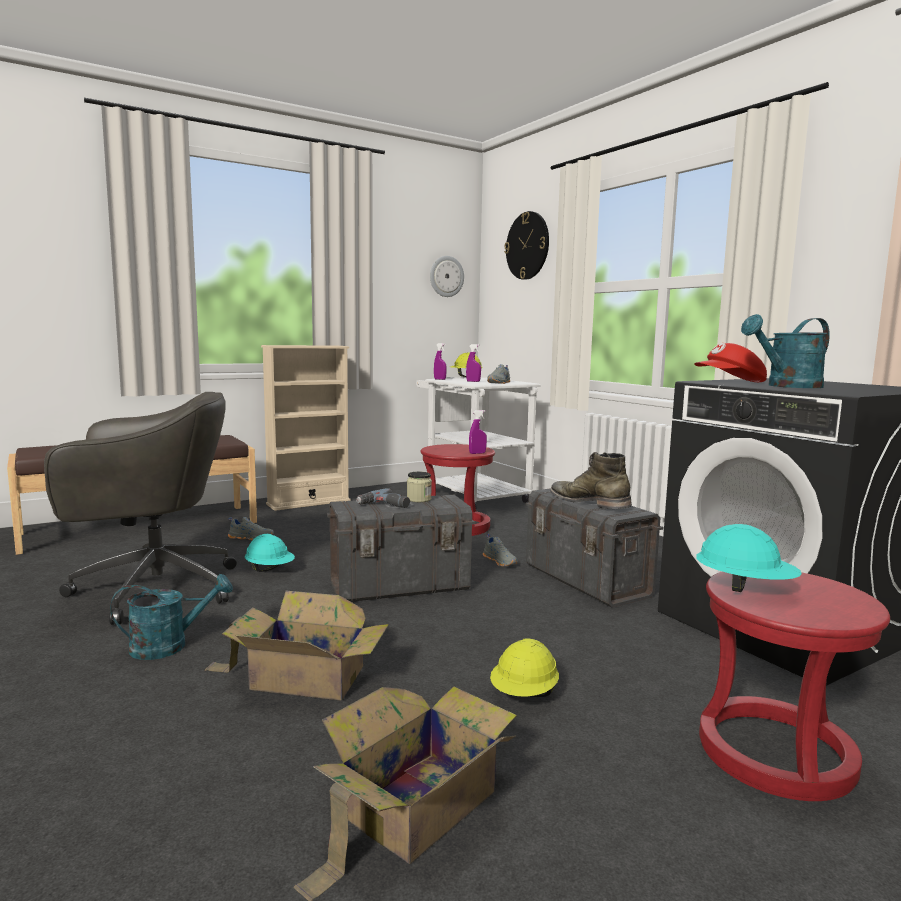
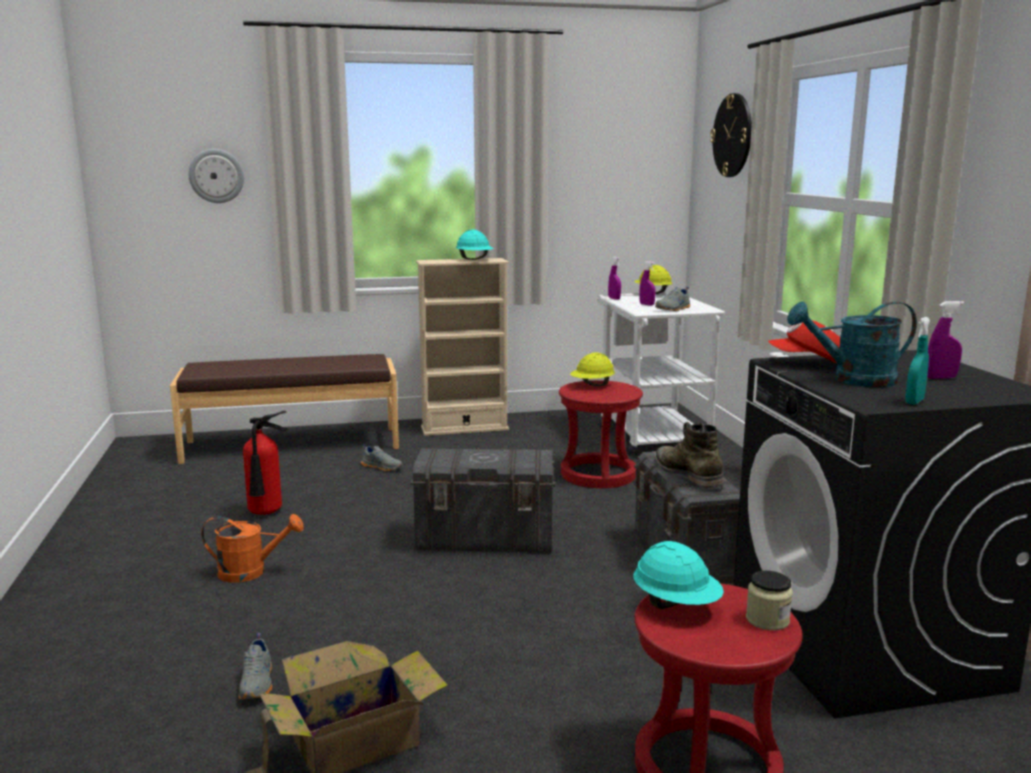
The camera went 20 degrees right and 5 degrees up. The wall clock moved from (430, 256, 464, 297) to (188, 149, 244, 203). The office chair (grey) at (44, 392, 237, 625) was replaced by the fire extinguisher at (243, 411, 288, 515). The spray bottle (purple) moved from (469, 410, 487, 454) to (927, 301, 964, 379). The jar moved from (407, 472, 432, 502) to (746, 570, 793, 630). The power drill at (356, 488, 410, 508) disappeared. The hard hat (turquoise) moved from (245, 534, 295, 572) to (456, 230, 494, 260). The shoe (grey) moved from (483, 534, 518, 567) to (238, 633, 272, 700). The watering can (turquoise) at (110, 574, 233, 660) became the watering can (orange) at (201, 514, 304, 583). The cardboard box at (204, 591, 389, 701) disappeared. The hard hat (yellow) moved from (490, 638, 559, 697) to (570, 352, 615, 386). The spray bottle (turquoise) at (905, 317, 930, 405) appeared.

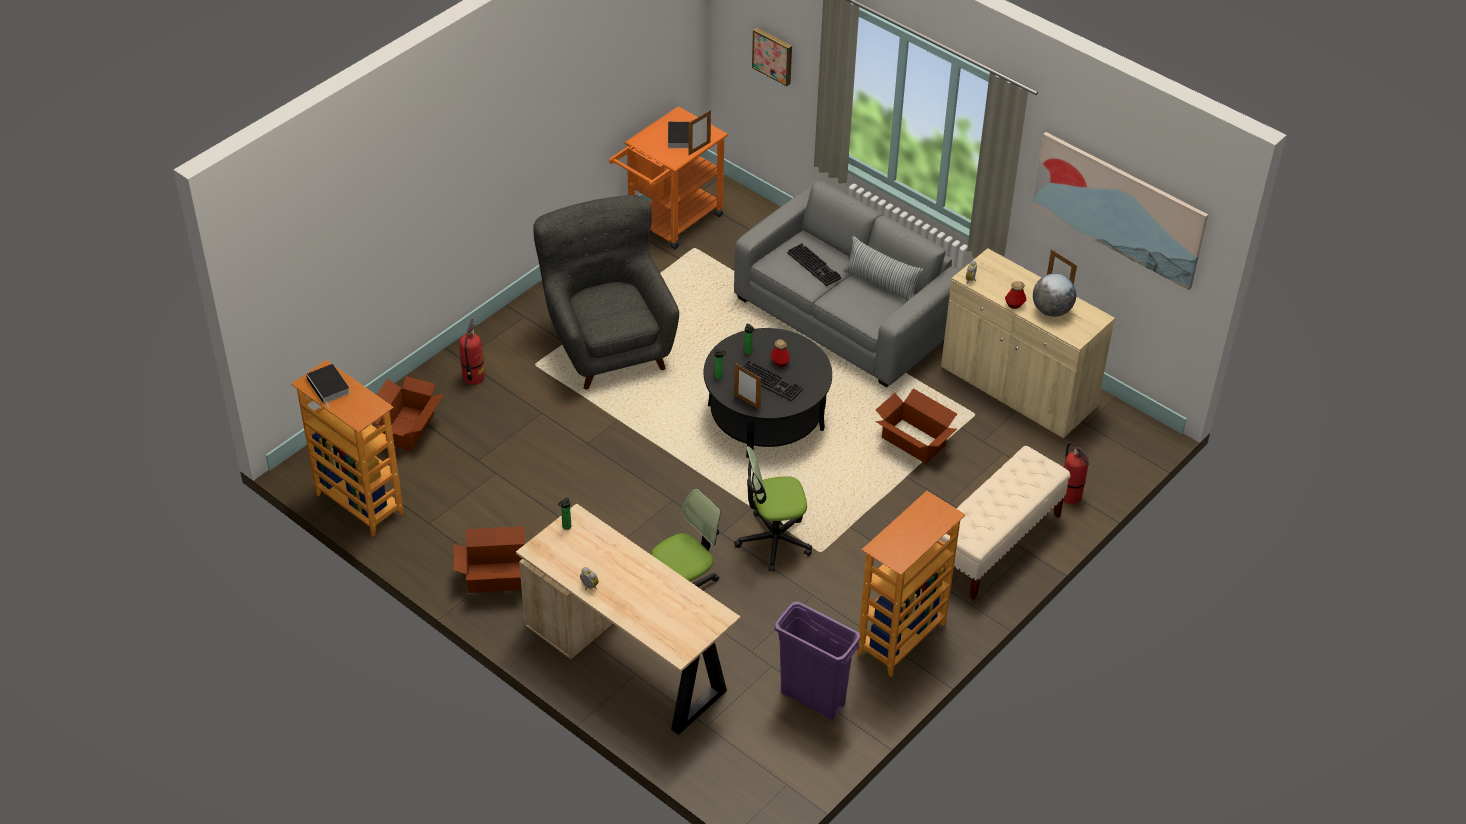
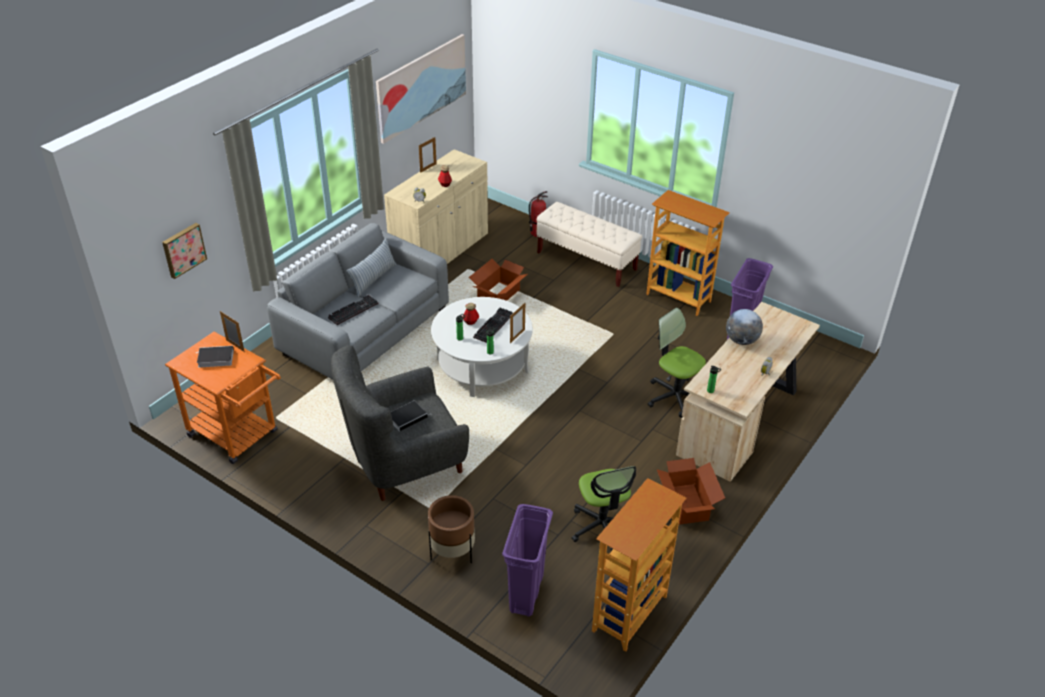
The camera went 95 degrees left and 5 degrees down. The globe moved from (1033, 273, 1076, 317) to (726, 309, 763, 345). The fire extinguisher at (459, 319, 485, 385) was replaced by the planter (brown) at (428, 495, 475, 564). The coffee table (black) at (704, 328, 832, 458) became the coffee table (white) at (431, 297, 533, 397). The book moved from (306, 364, 350, 408) to (391, 401, 432, 431). The cardboard box at (374, 376, 444, 451) was replaced by the trash can (purple) at (502, 504, 553, 617). The office chair moved from (734, 446, 812, 572) to (572, 466, 636, 551).

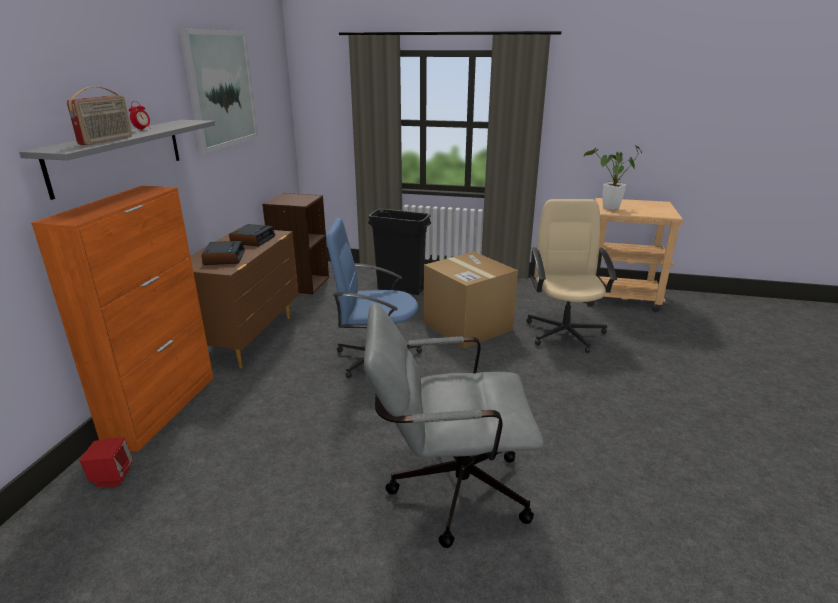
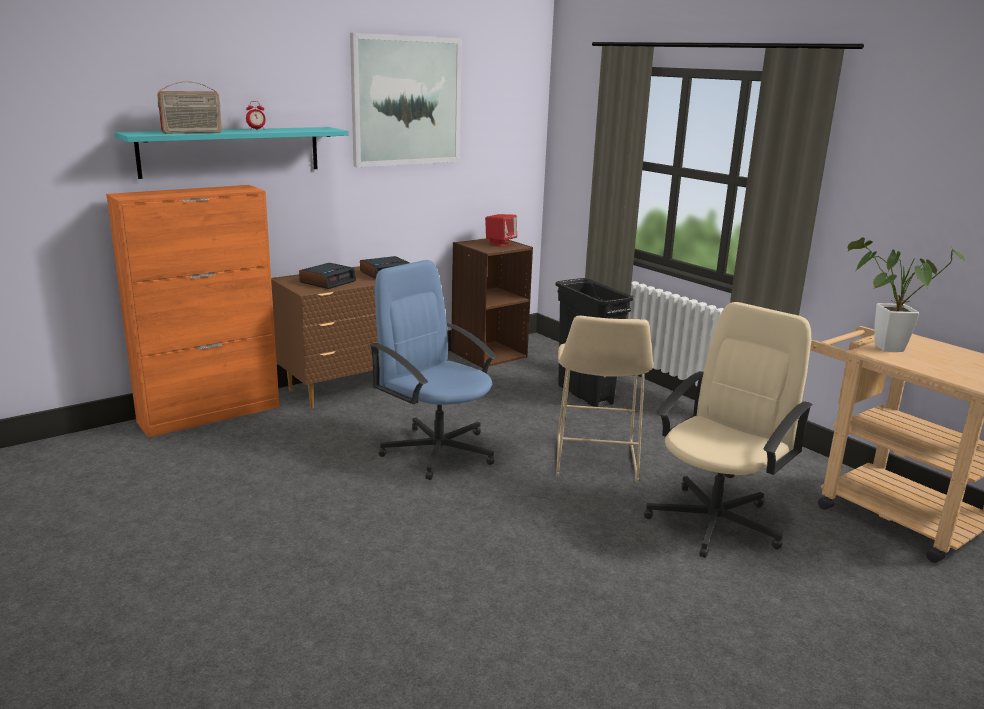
The camera went 40 degrees right and 5 degrees down. The shelf (grey) at (19, 120, 215, 200) became the shelf (turquoise) at (114, 127, 349, 179). The cardboard box at (424, 252, 518, 348) was replaced by the stool (beige) at (556, 316, 653, 483). The office chair (grey) at (364, 303, 544, 548) disappeared. The speaker (red) moved from (79, 437, 133, 487) to (485, 214, 517, 247).

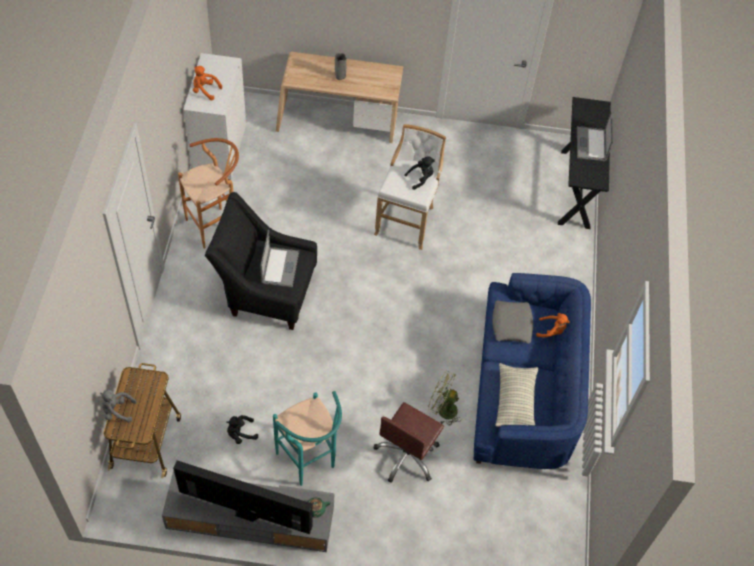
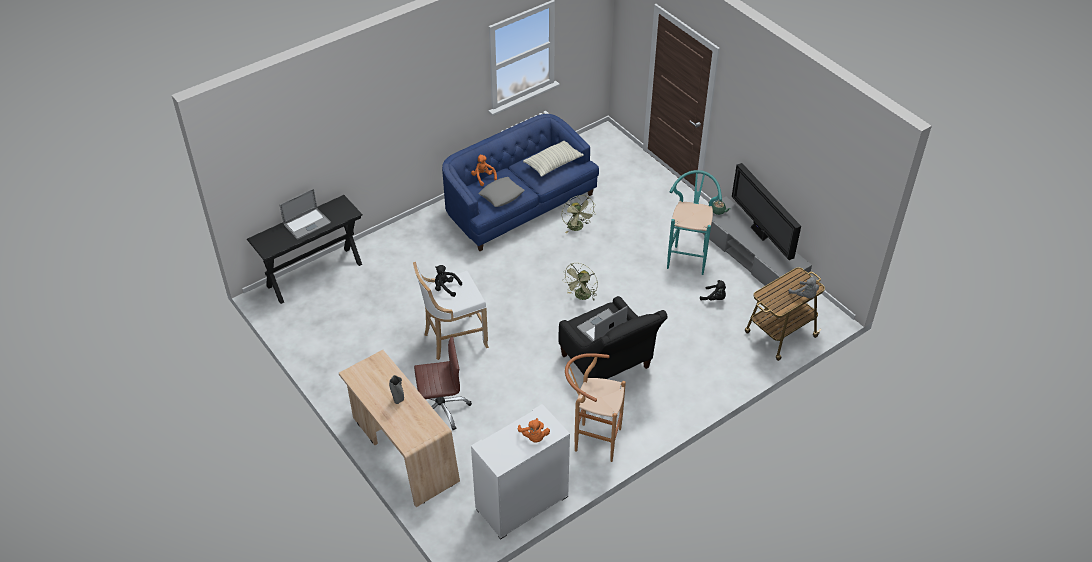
The camera went 130 degrees left and 10 degrees down. The office chair (brown) moved from (374, 402, 444, 483) to (414, 337, 472, 430). The fan (green) at (562, 263, 598, 301) appeared.

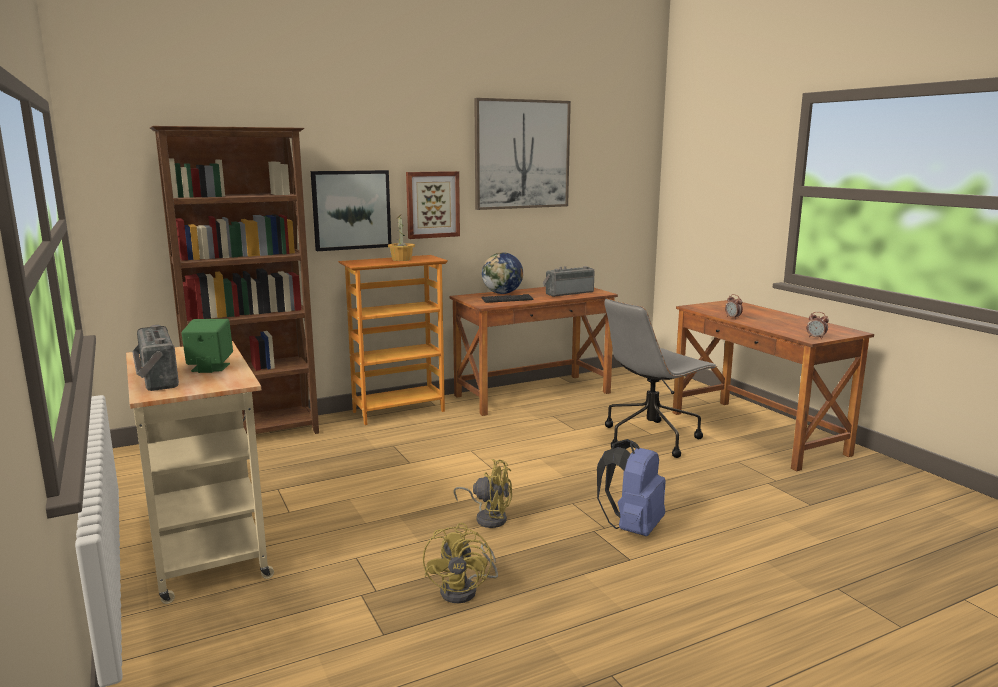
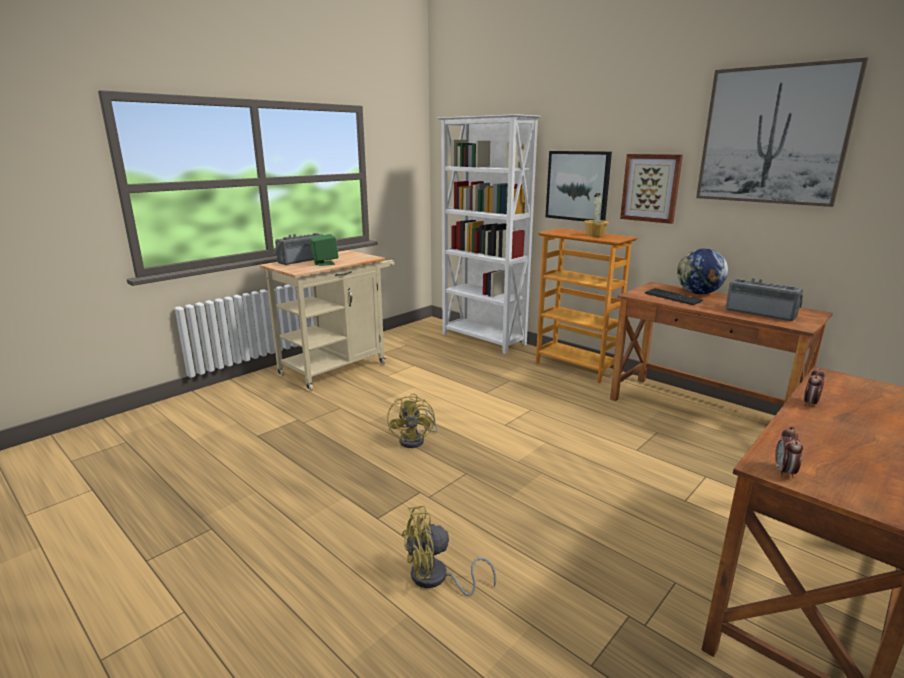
The camera went 70 degrees right and 5 degrees up. The bookcase (brown) at (150, 126, 319, 434) became the bookcase (white) at (437, 114, 541, 354). The office chair (grey) at (604, 298, 717, 458) disappeared. The backpack (blue) at (597, 439, 666, 536) disappeared. The fan (yellow) moved from (423, 523, 498, 603) to (402, 506, 496, 596).

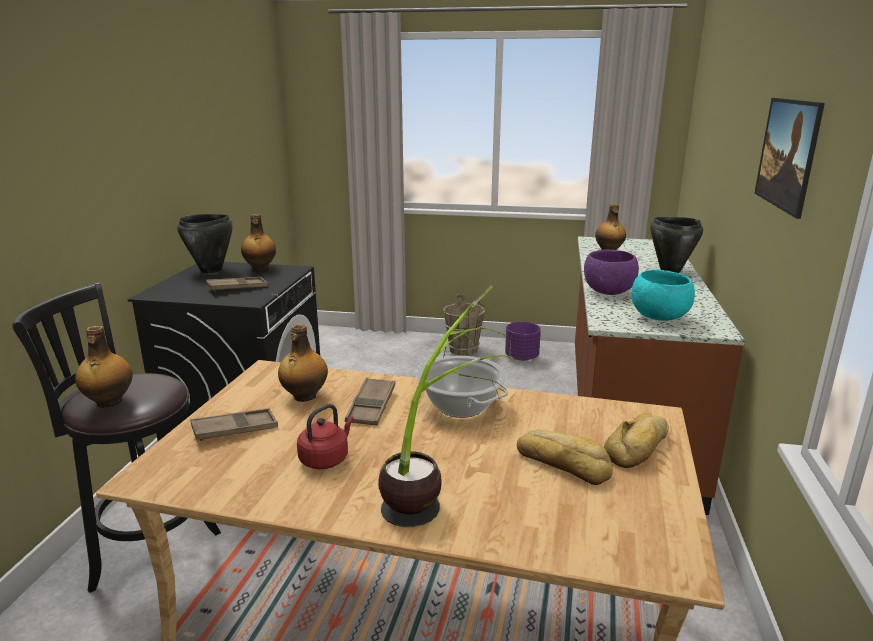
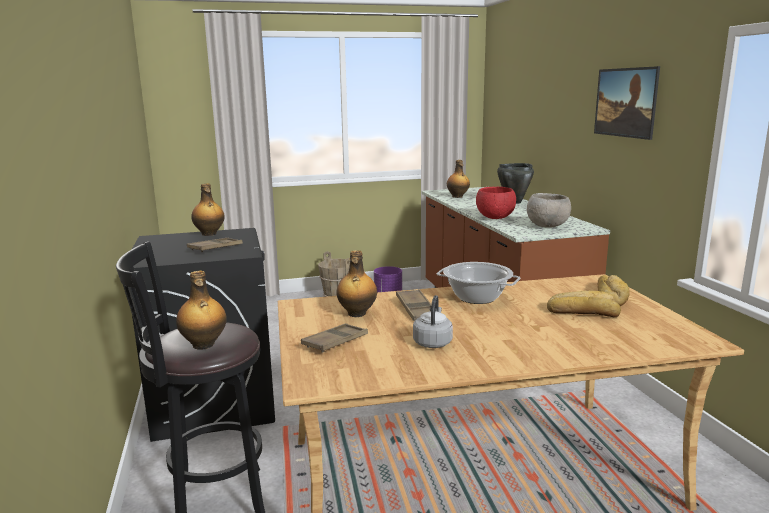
The camera went 25 degrees left and 5 degrees down. The cooking pot (black) at (177, 214, 233, 273) disappeared. The bowl (purple) at (584, 249, 639, 295) became the bowl (red) at (476, 187, 516, 219). The bowl (turquoise) at (631, 269, 695, 321) became the bowl (grey) at (527, 193, 571, 227). The potted plant at (378, 286, 513, 527) disappeared. The kettle (red) at (297, 404, 354, 469) became the kettle (grey) at (413, 295, 453, 348).

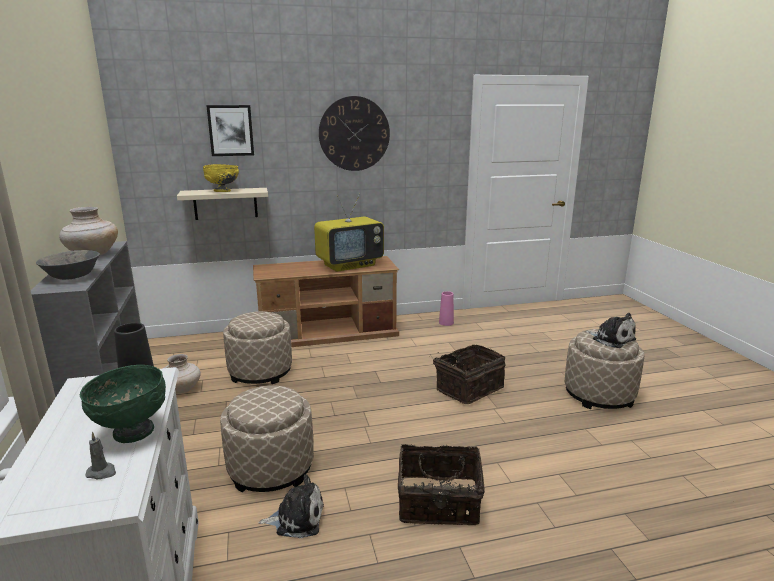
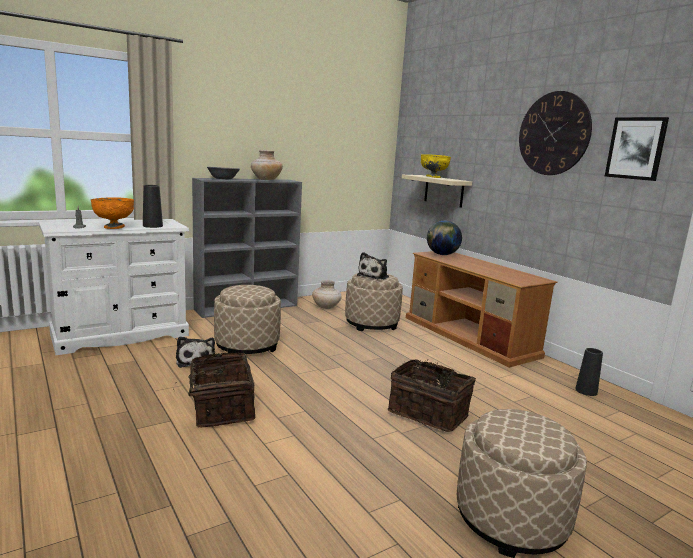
The camera went 70 degrees right and 5 degrees down. The picture moved from (206, 105, 254, 156) to (605, 117, 669, 181). The television at (314, 194, 384, 272) disappeared. The vase (pink) at (439, 291, 454, 326) became the vase (black) at (575, 348, 603, 396). The plush toy moved from (585, 313, 636, 348) to (357, 252, 389, 280). The bowl (green) at (80, 365, 166, 443) became the bowl (orange) at (91, 197, 134, 229). The globe at (427, 221, 462, 255) appeared.

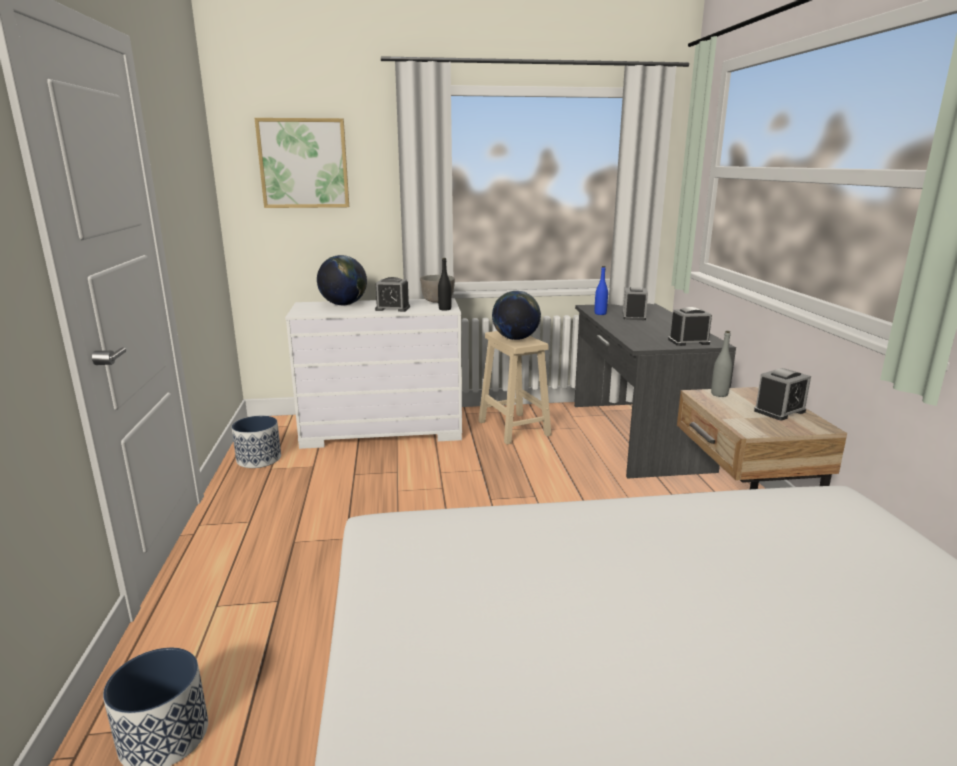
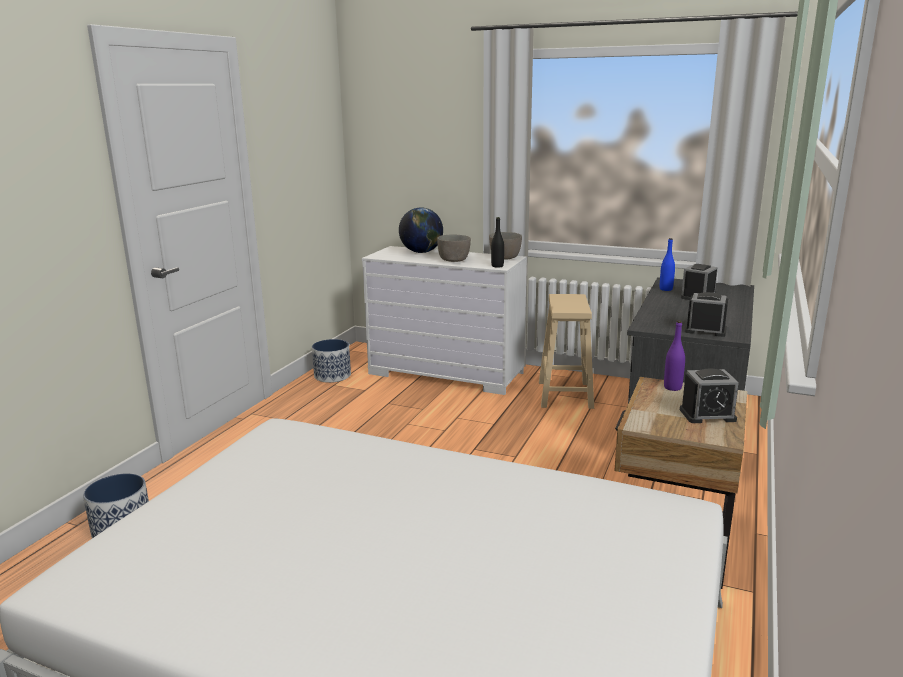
The camera went 30 degrees right and 0 degrees up. The picture at (255, 118, 349, 208) disappeared. The alarm clock at (375, 277, 410, 312) was replaced by the bowl (grey) at (437, 234, 471, 262). The globe at (492, 291, 541, 340) disappeared. The bottle (grey) at (711, 331, 732, 397) became the bottle (purple) at (664, 320, 685, 391).

